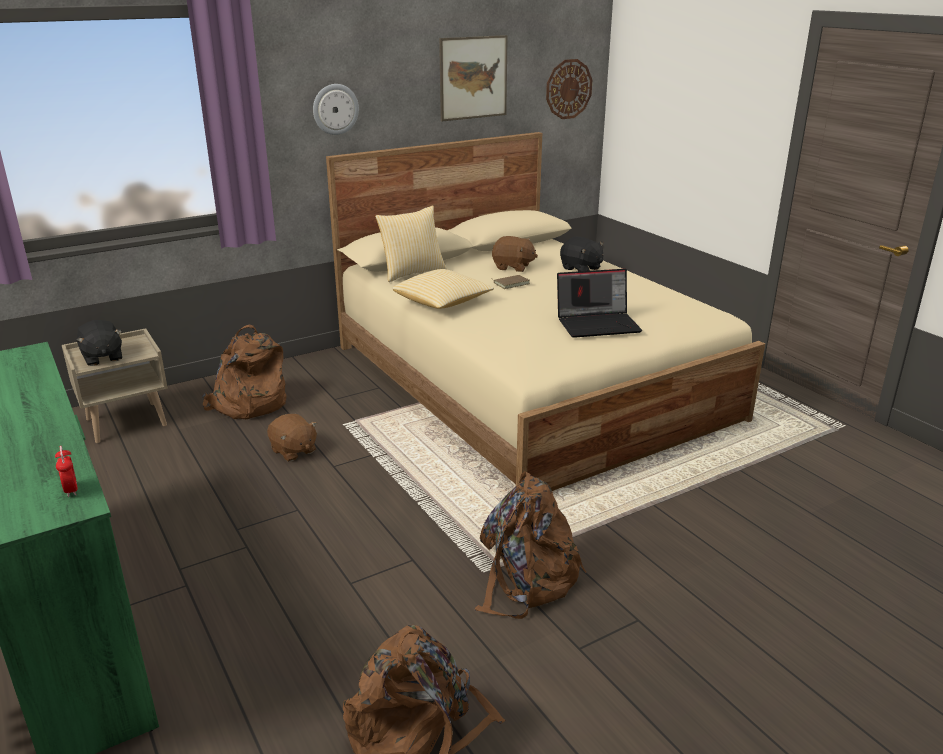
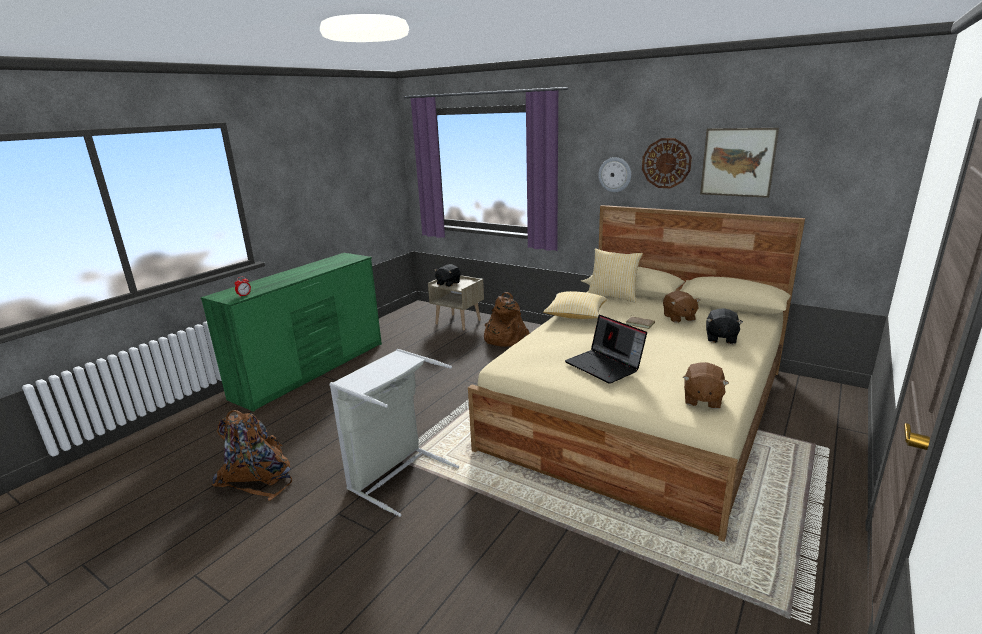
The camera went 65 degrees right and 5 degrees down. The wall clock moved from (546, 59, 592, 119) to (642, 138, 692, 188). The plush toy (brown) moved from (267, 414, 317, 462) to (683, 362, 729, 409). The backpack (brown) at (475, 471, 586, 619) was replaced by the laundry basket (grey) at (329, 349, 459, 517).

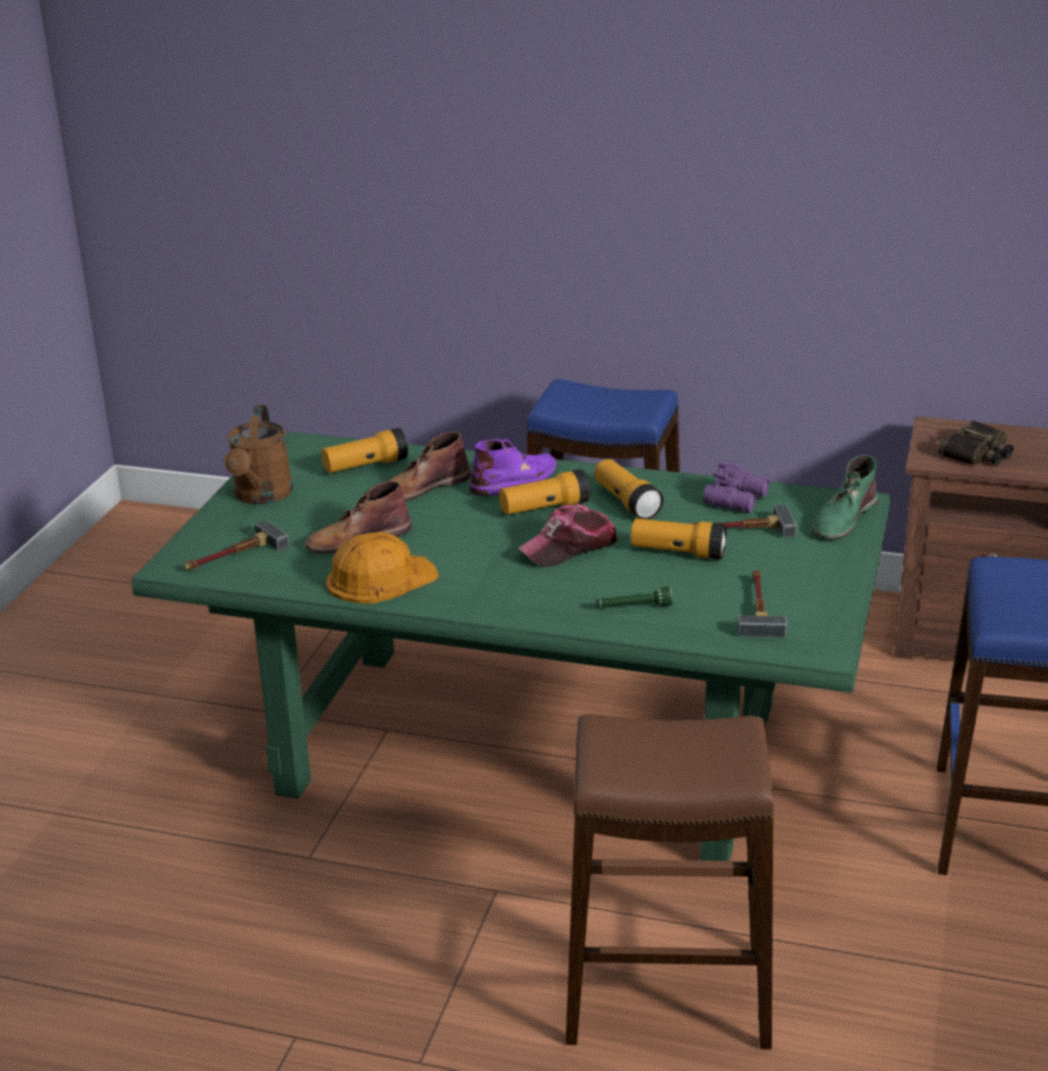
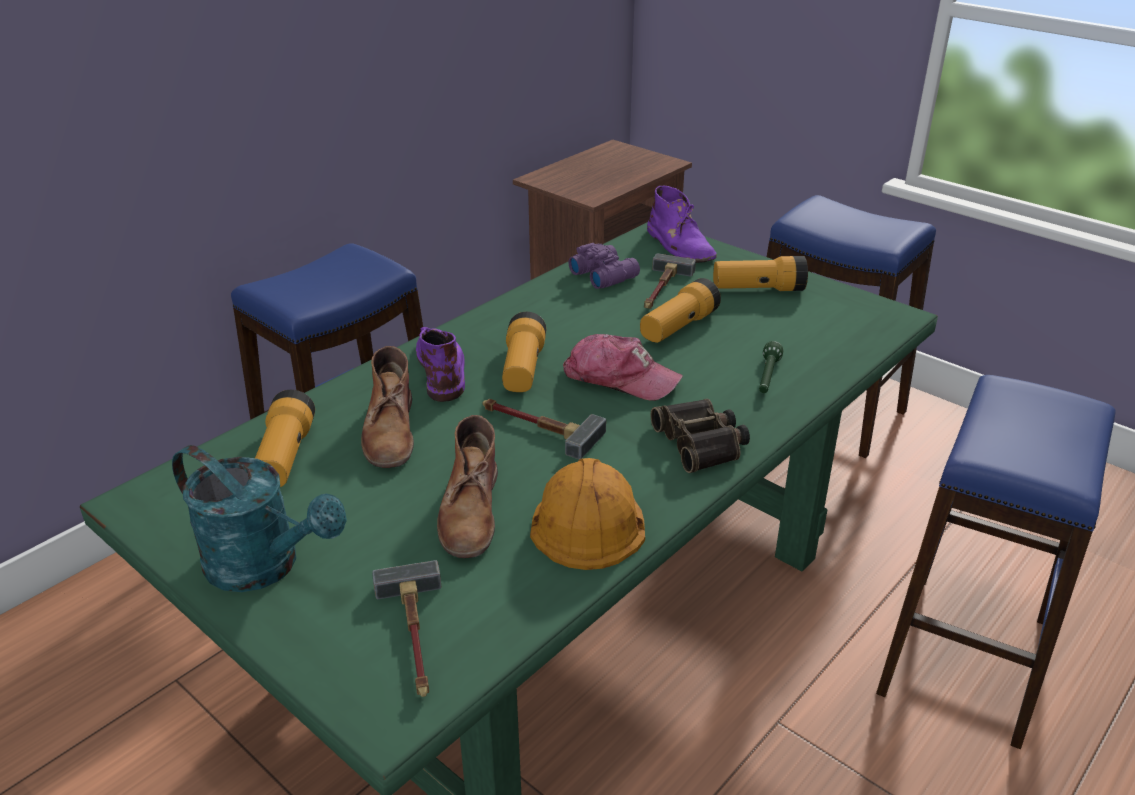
The camera went 65 degrees left and 5 degrees up. The watering can (brown) at (224, 405, 293, 505) became the watering can (turquoise) at (172, 445, 347, 592). The binoculars moved from (938, 420, 1014, 466) to (650, 399, 750, 473). The boot (green) at (812, 455, 878, 540) became the boot (purple) at (647, 185, 717, 263). The flashlight moved from (594, 459, 664, 519) to (713, 256, 808, 291). The cap at (517, 504, 619, 567) turned 60 degrees counterclockwise. The hammer moved from (737, 571, 787, 637) to (483, 399, 606, 459). The stool (brown) at (566, 714, 774, 1049) became the stool (blue) at (876, 375, 1116, 749).

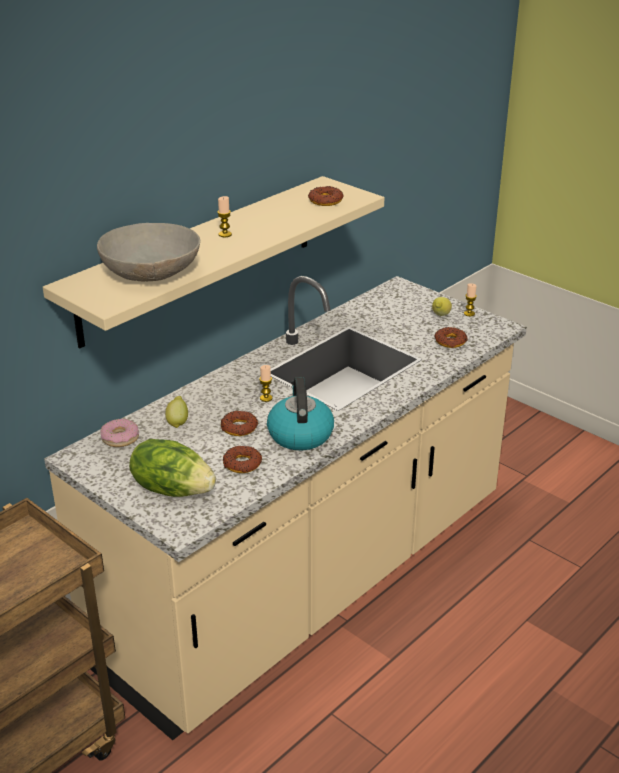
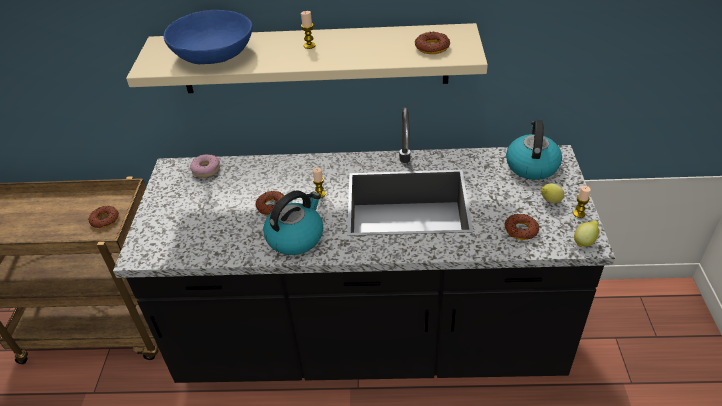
The camera went 50 degrees right and 10 degrees up. The bowl (grey) at (97, 223, 200, 281) became the bowl (blue) at (164, 10, 252, 64). The counter (beige) at (44, 276, 527, 740) became the counter (black) at (113, 107, 615, 383). The lemon moved from (165, 396, 188, 428) to (574, 221, 599, 247). The lettuce at (129, 439, 216, 497) disappeared. The donut moved from (223, 446, 262, 473) to (89, 205, 119, 228). The kettle at (506, 120, 562, 180) appeared.

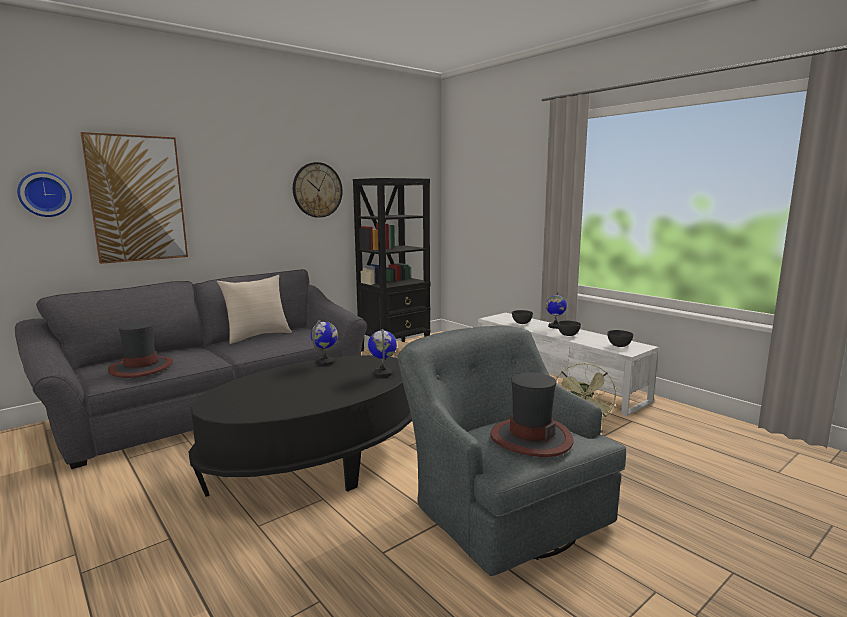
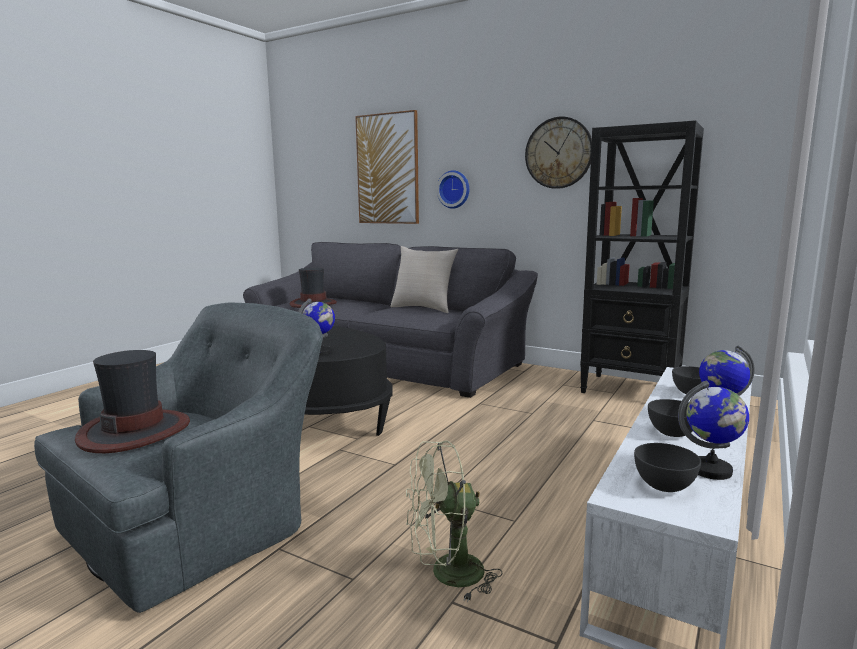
The camera went 70 degrees right and 0 degrees up. The wall clock moved from (17, 172, 72, 217) to (437, 170, 469, 209). The globe moved from (311, 320, 338, 366) to (678, 381, 749, 480).

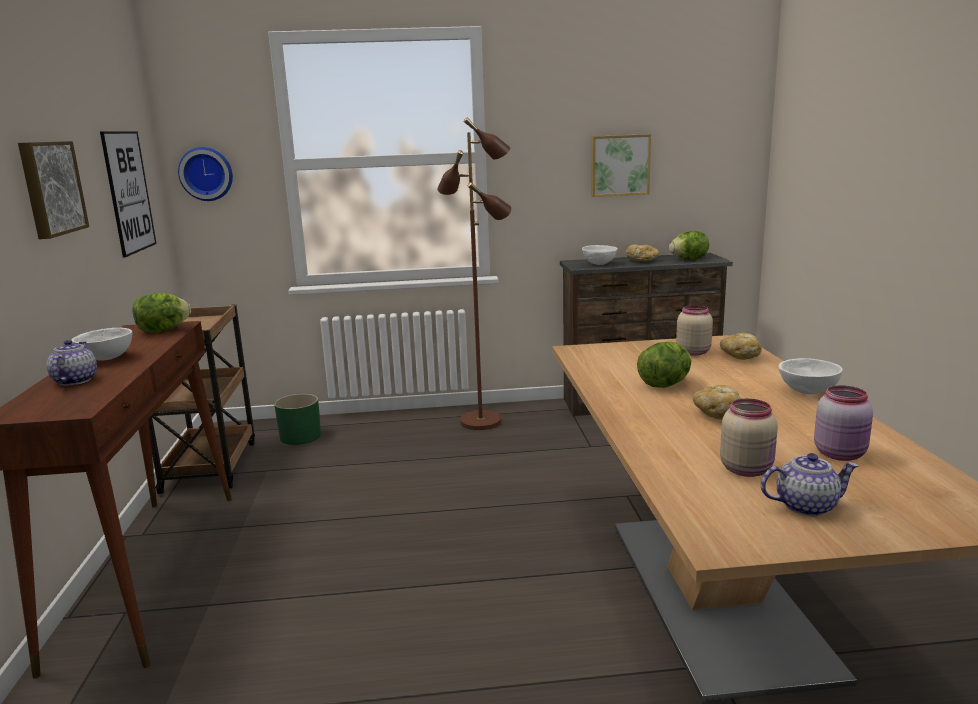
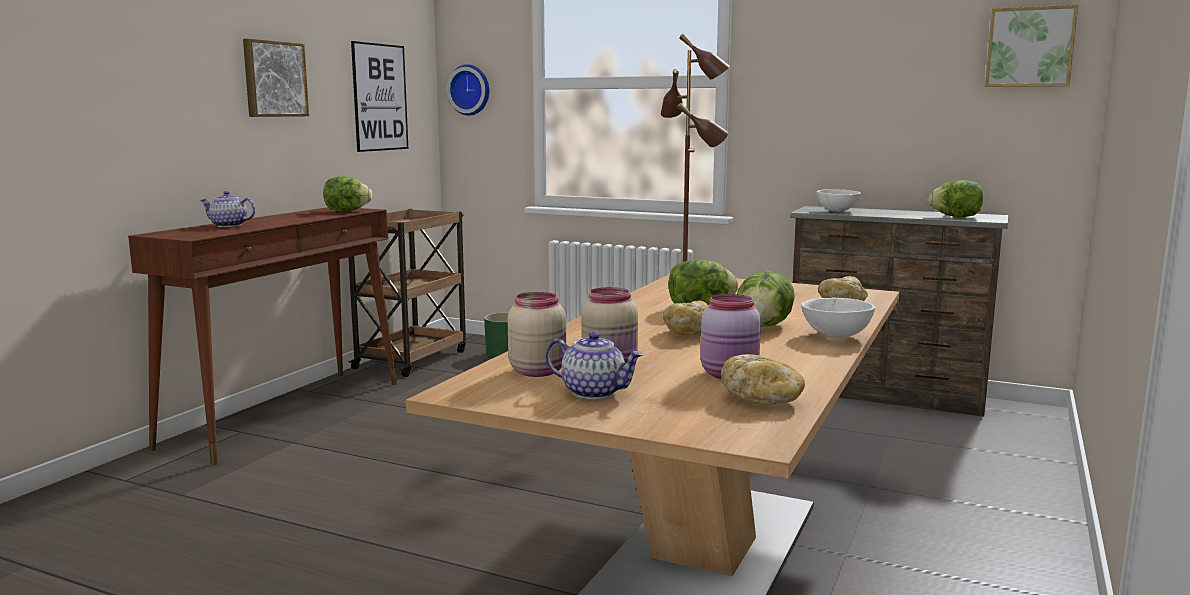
The camera went 30 degrees right and 5 degrees down. The picture moved from (591, 134, 651, 197) to (985, 5, 1078, 87). The bread moved from (626, 245, 659, 261) to (721, 354, 805, 405). The jar (beige) moved from (676, 305, 713, 356) to (508, 292, 566, 377). The bowl (white) at (72, 328, 132, 361) disappeared. The teapot at (47, 340, 97, 386) turned 105 degrees counterclockwise. The lettuce at (737, 271, 795, 327) appeared.

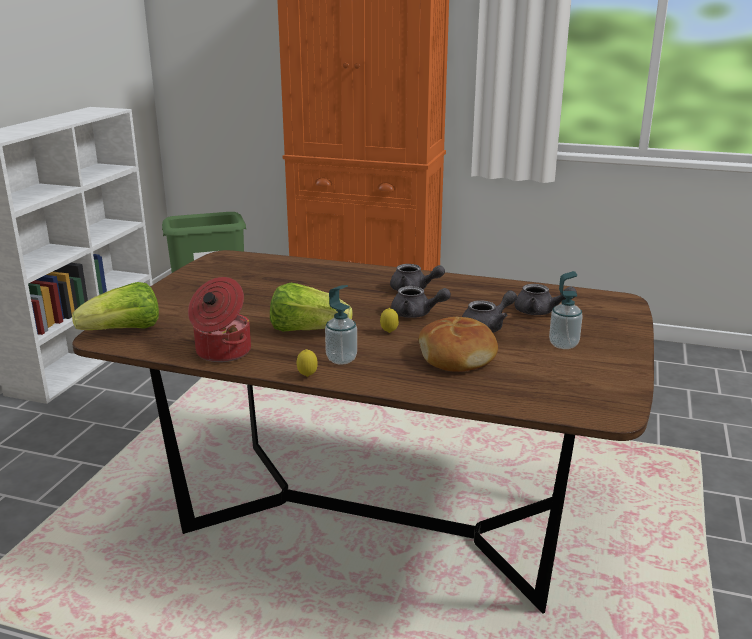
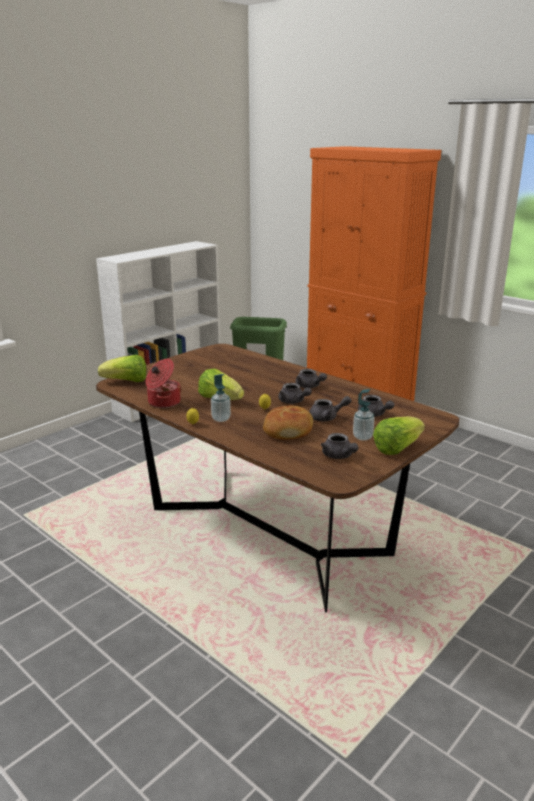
The camera went 25 degrees right and 0 degrees up. The lettuce at (373, 416, 425, 455) appeared. The teapot (grey) at (321, 433, 359, 459) appeared.

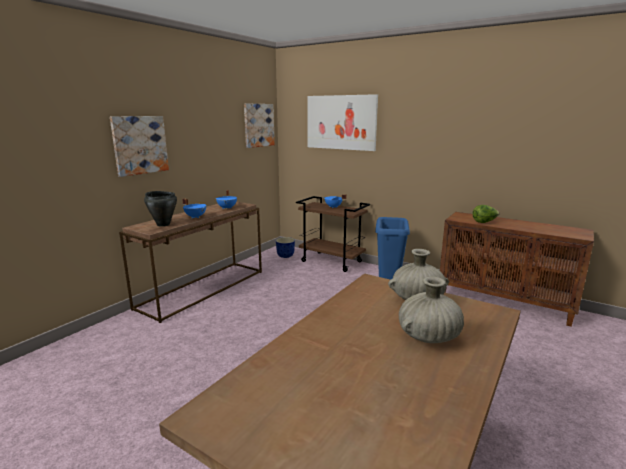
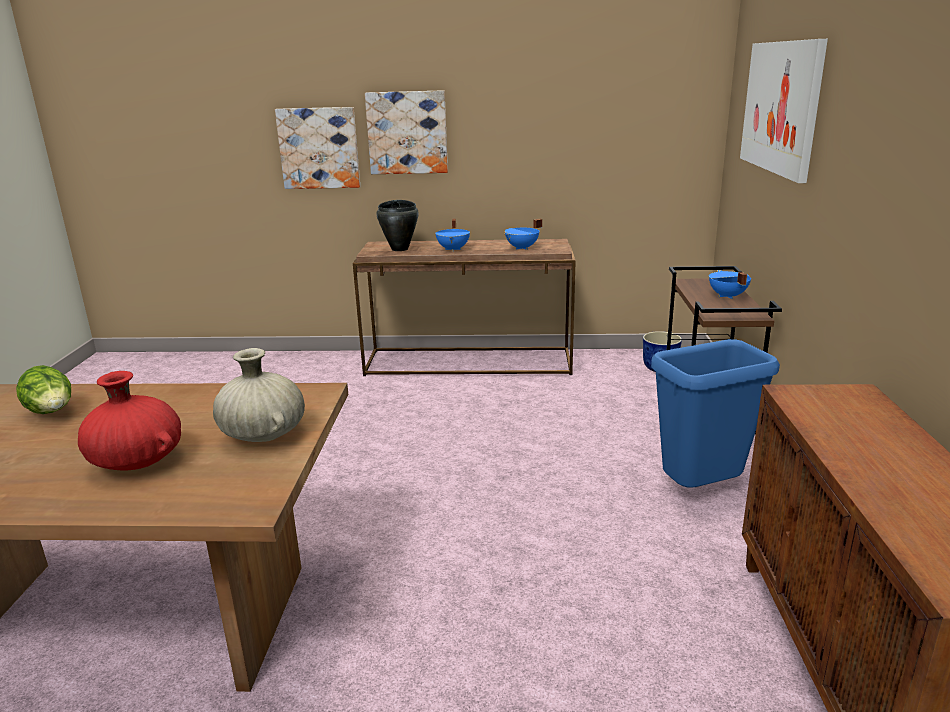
The camera went 60 degrees right and 5 degrees up. The picture moved from (244, 104, 275, 148) to (275, 107, 360, 189). The lettuce moved from (472, 205, 500, 223) to (16, 365, 71, 414). The vase (beige) at (399, 277, 464, 343) became the vase (red) at (78, 371, 181, 471).

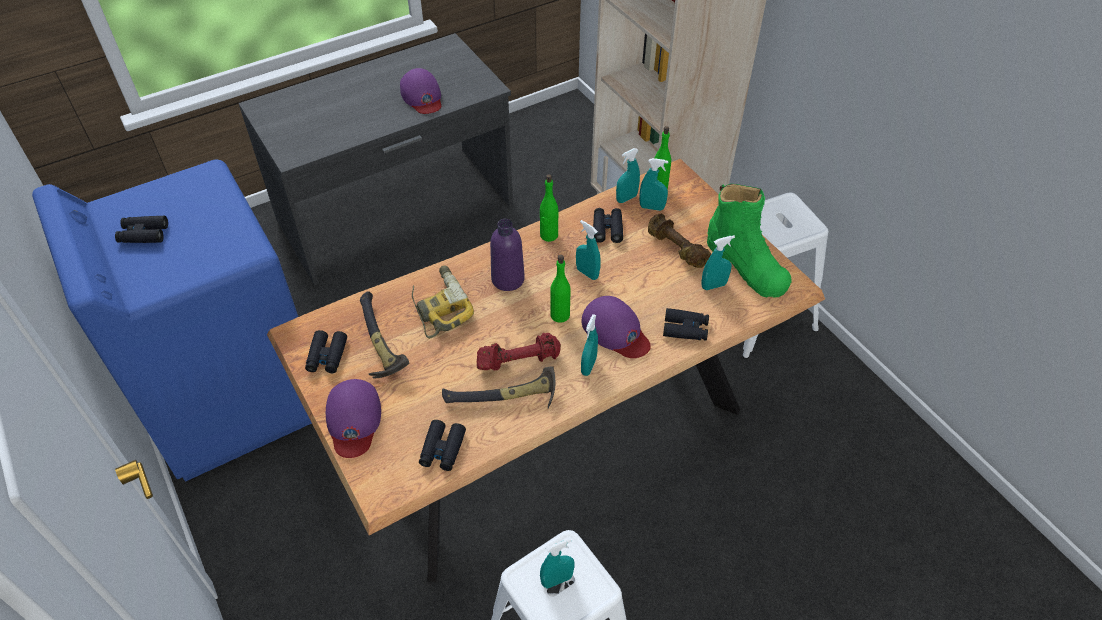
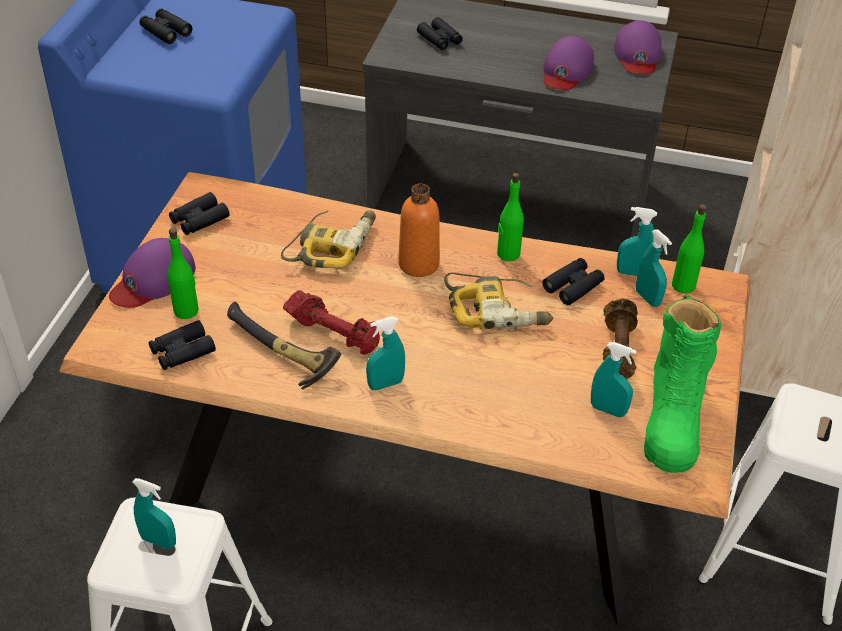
The camera went 45 degrees right and 5 degrees down. The bottle (purple) at (490, 219, 525, 291) became the bottle (orange) at (398, 184, 440, 277). The spray bottle (turquoise) at (576, 220, 601, 280) was replaced by the power drill at (444, 272, 554, 329). The bottle (green) moved from (550, 255, 570, 323) to (167, 228, 199, 319). The hammer at (360, 291, 410, 379) disappeared. The cap (purple) moved from (582, 296, 651, 358) to (614, 20, 662, 74). The binoculars (black) moved from (663, 308, 709, 341) to (417, 17, 463, 50).

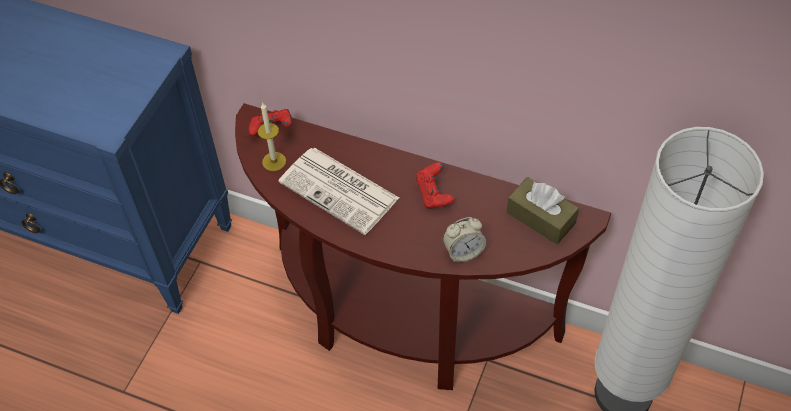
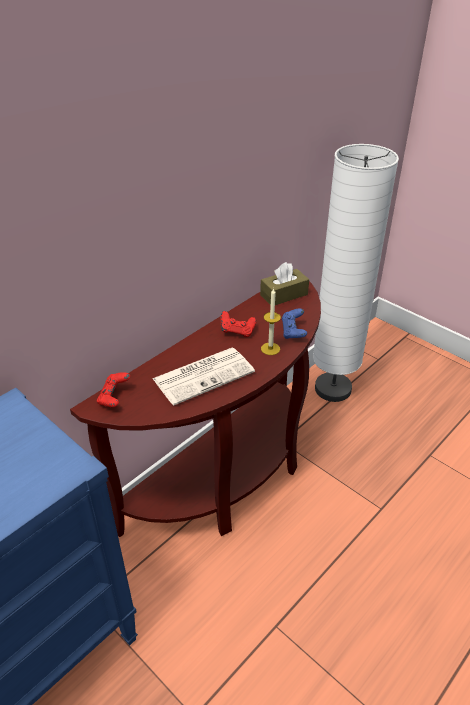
The camera went 70 degrees left and 15 degrees down. The candle moved from (258, 103, 286, 171) to (261, 288, 281, 355). The alarm clock at (443, 217, 486, 262) was replaced by the game controller (blue) at (282, 308, 307, 339).

